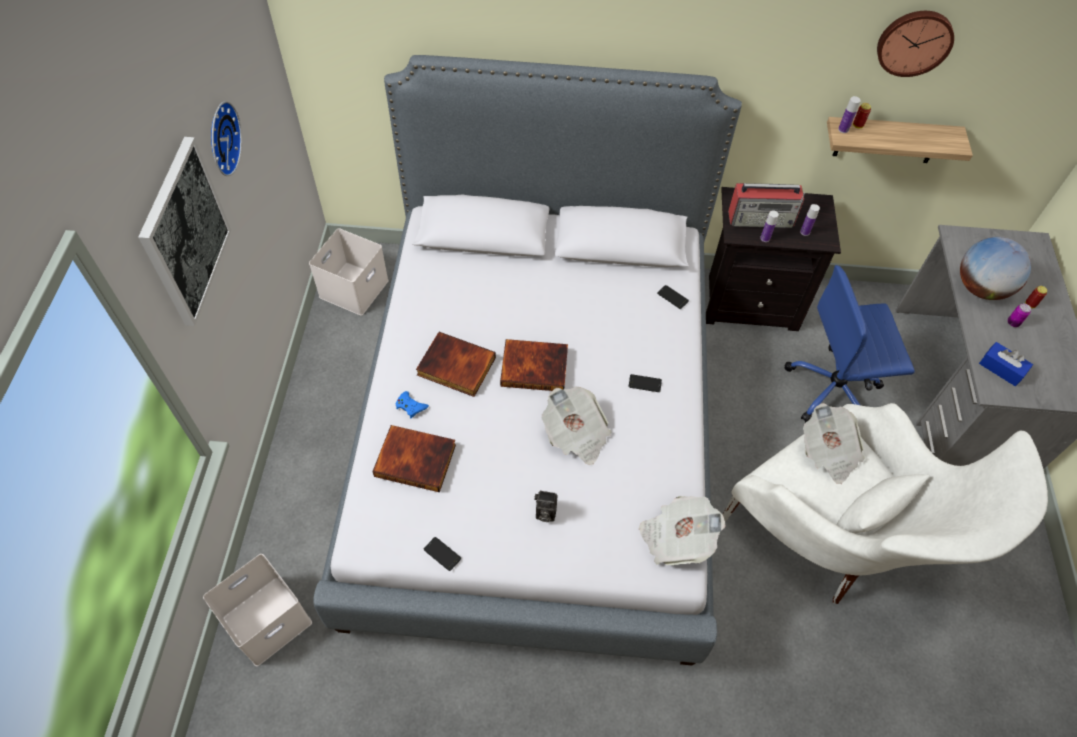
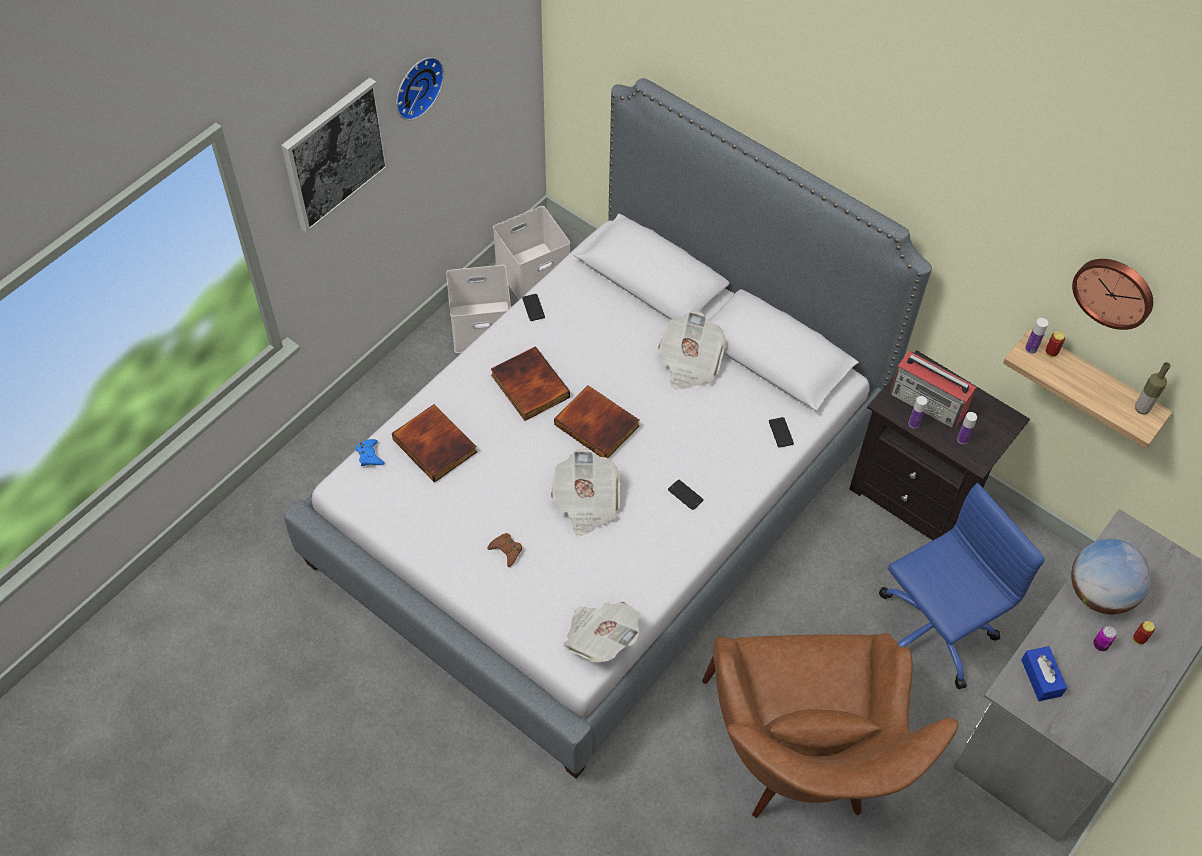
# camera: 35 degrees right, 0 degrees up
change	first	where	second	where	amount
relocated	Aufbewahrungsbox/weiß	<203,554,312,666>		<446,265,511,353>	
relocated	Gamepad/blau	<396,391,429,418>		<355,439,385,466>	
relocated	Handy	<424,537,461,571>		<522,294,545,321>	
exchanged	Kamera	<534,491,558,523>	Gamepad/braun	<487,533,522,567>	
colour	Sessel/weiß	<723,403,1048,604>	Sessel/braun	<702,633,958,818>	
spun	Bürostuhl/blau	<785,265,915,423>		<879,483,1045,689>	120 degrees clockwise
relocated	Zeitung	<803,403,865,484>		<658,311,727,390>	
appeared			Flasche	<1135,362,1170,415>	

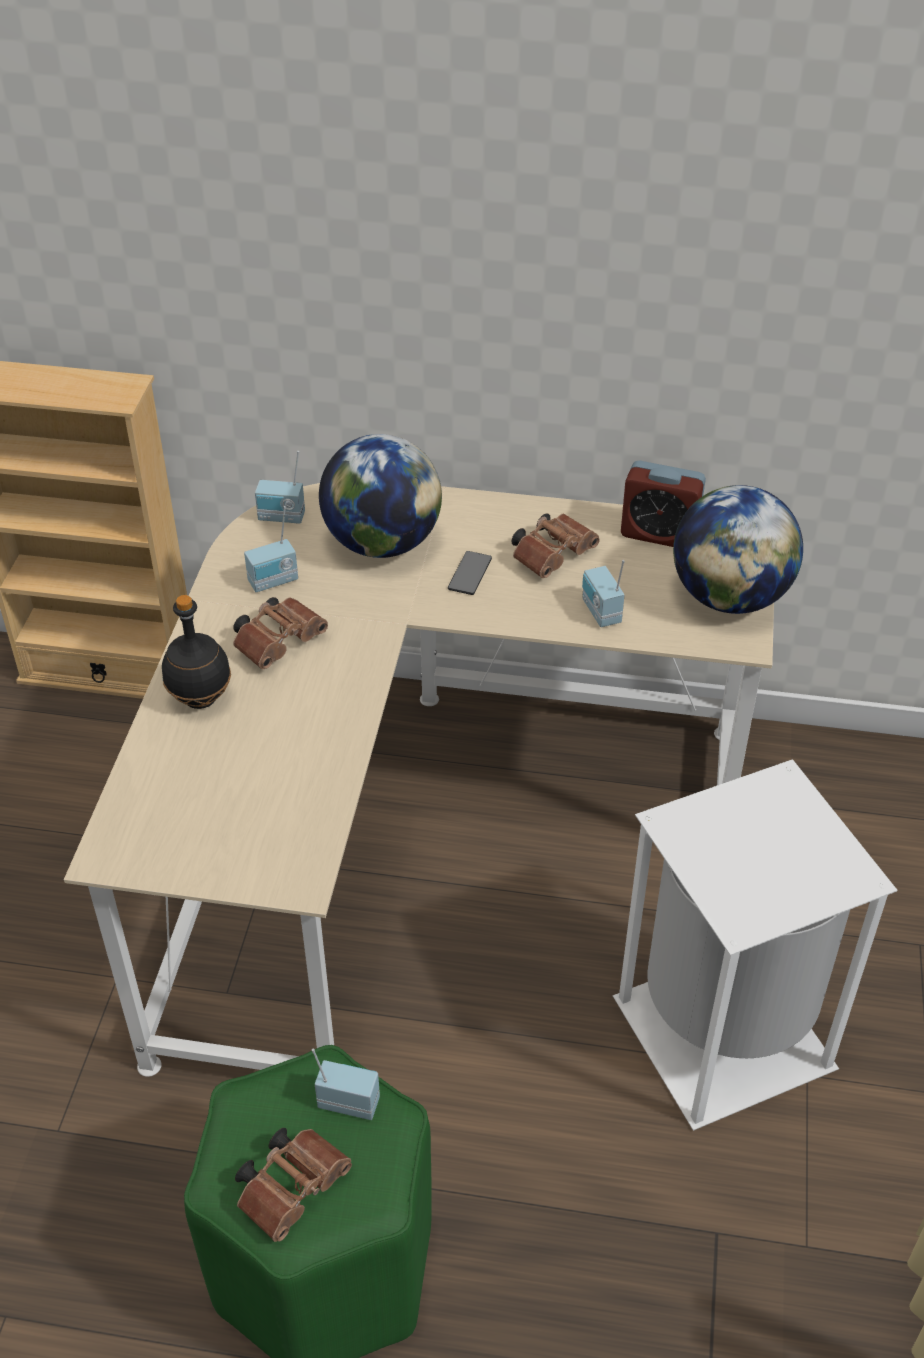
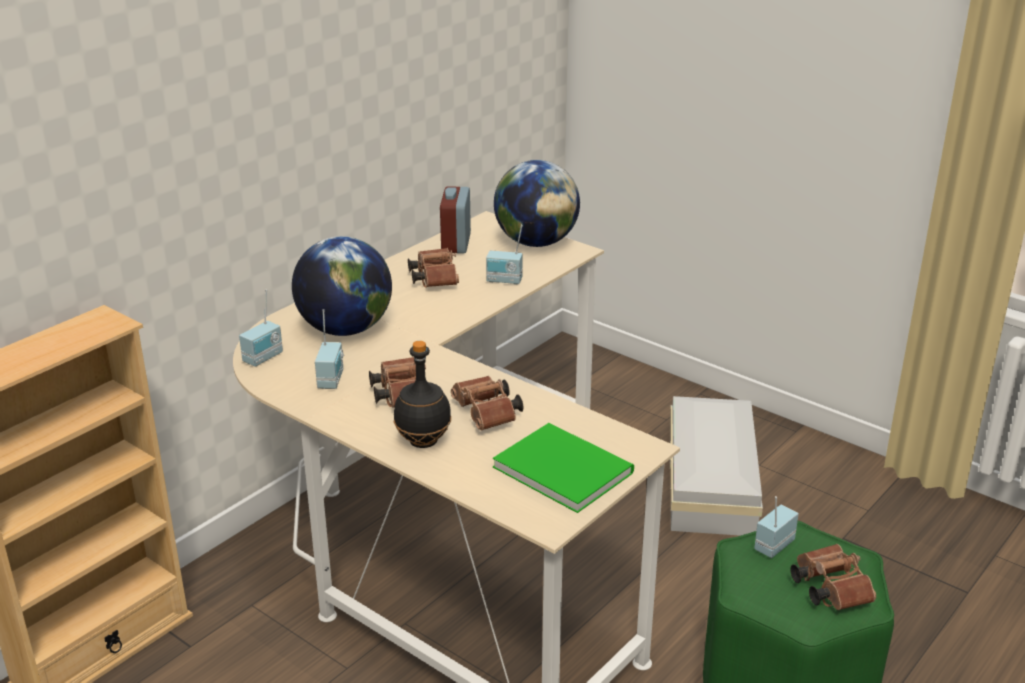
# camera: 60 degrees left, 15 degrees down
change	first	where	second	where	amount
missing	Handy	<448,551,492,595>			
exchanged	Mülleimer/weiß	<613,759,898,1131>	Aufbewahrungsbox/weiß	<670,396,763,536>	
spun	Wecker	<621,460,706,547>		<440,186,471,254>	135 degrees clockwise
appeared			Fernglas/braun	<451,376,524,431>	
appeared			Buch/grün	<493,423,634,513>	

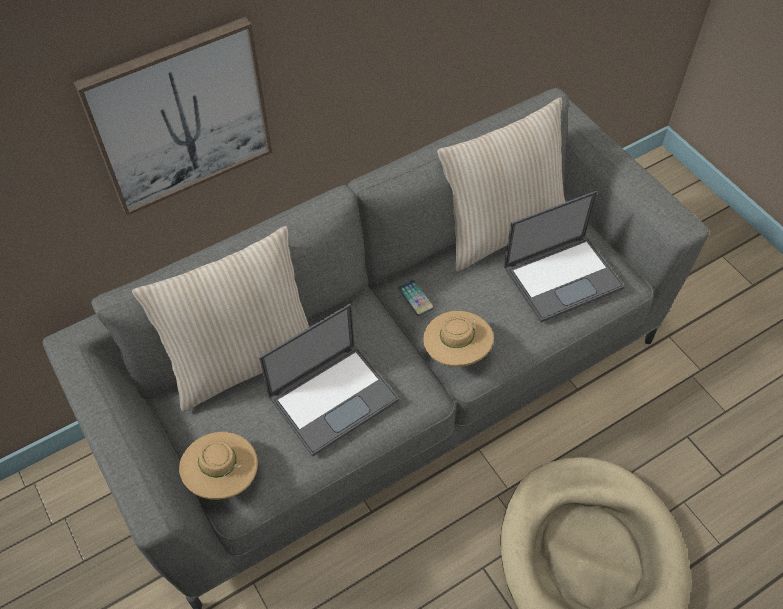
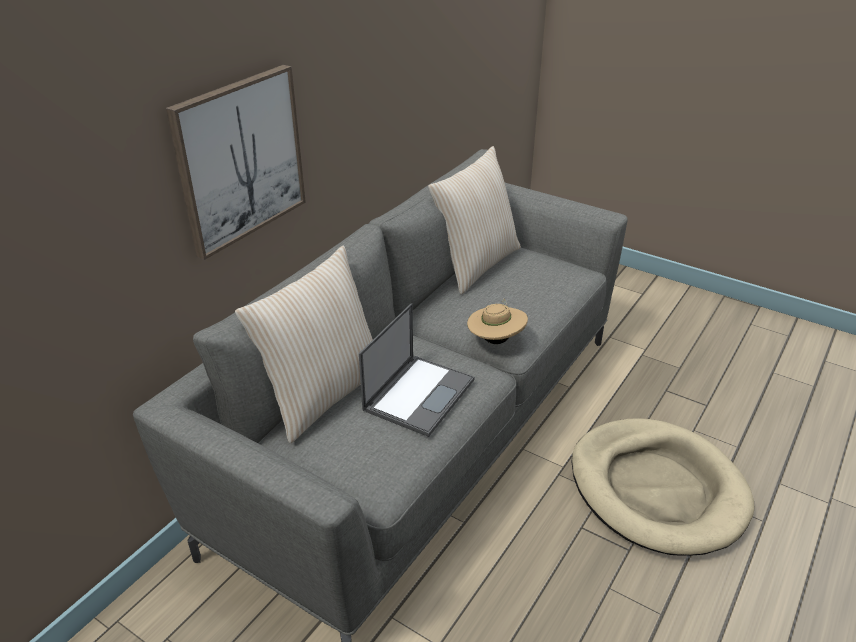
# camera: 25 degrees left, 20 degrees down
change	first	where	second	where	amount
missing	Hut/beige	<179,432,258,500>			
missing	Handy	<398,280,434,316>			
missing	Laptop	<504,191,625,323>			

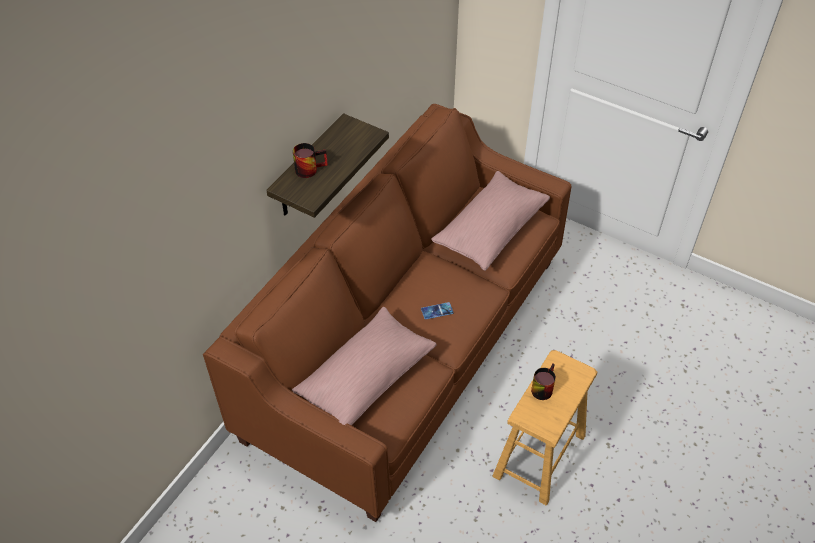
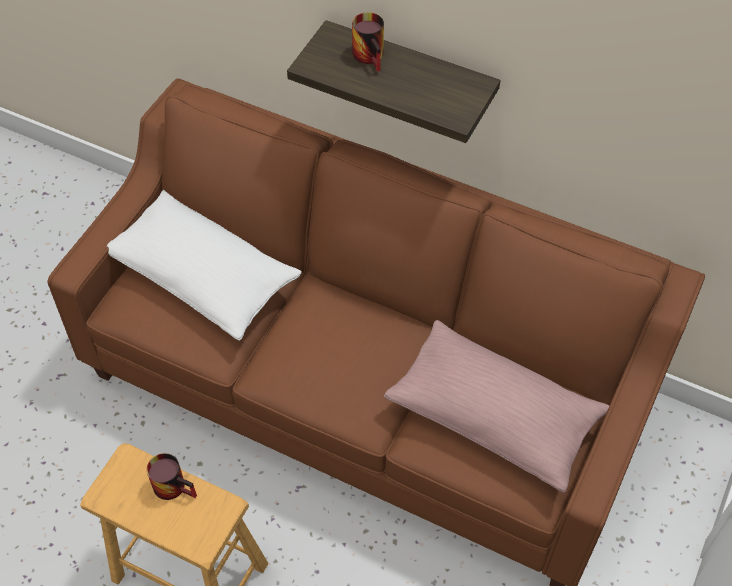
# camera: 85 degrees right, 5 degrees up
change	first	where	second	where	amount
colour	Kissen/rosa	<292,307,436,426>	Kissen/weiß	<107,190,302,341>	
missing	Handy	<421,302,454,319>			

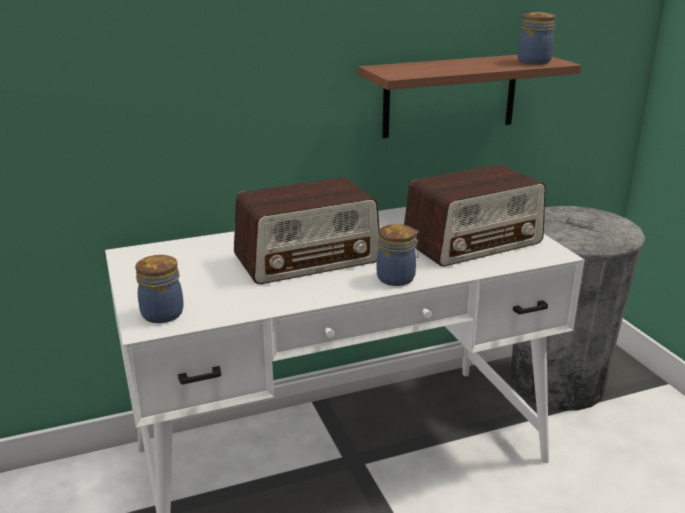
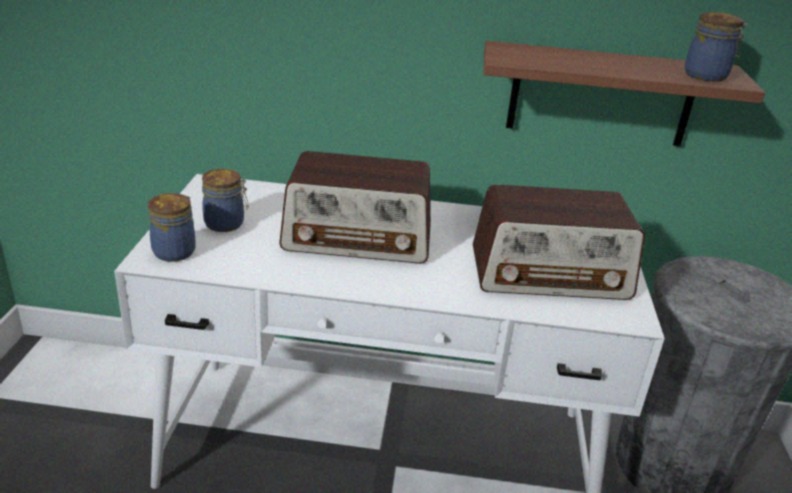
# camera: 25 degrees right, 5 degrees up
change	first	where	second	where	amount
relocated	Vorratsglas	<377,224,419,286>		<202,169,249,232>	

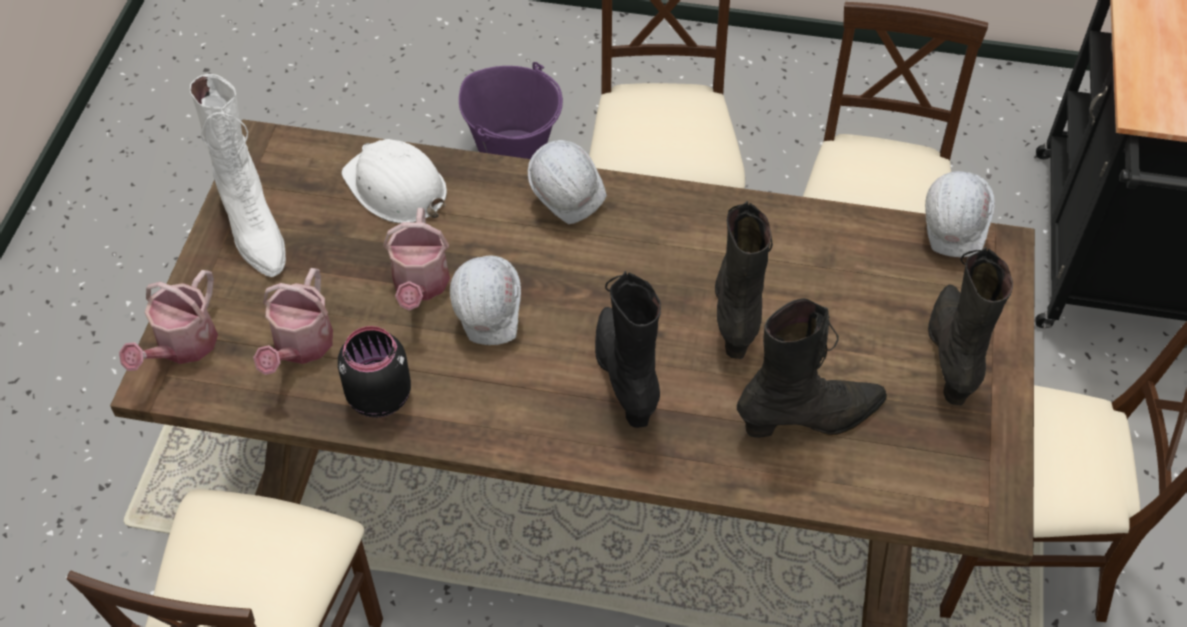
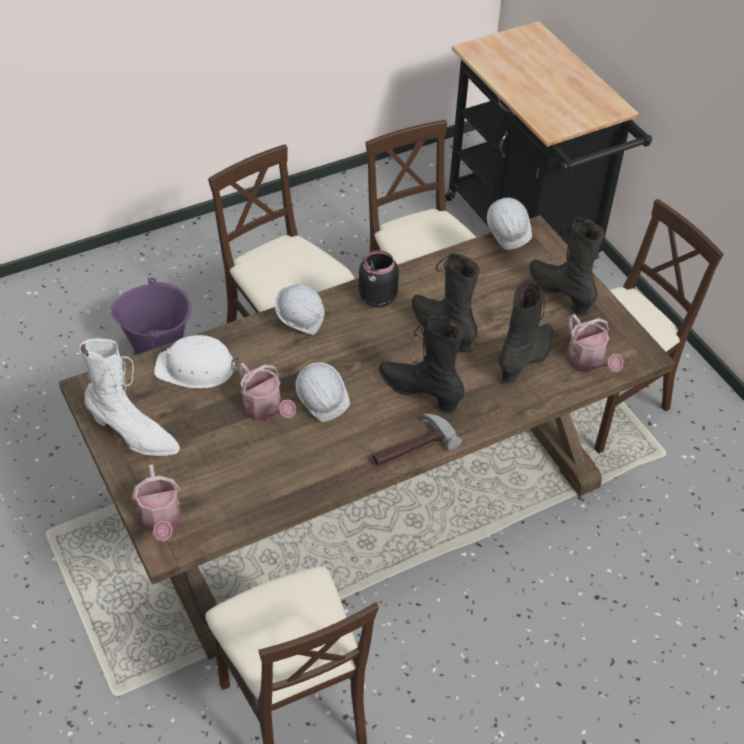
# camera: 40 degrees left, 5 degrees down
change	first	where	second	where	amount
relocated	Gießkanne	<253,268,333,375>		<566,314,624,373>	
relocated	Vorratsglas/schwarz	<338,326,411,418>		<359,250,399,308>	
appeared			Hammer	<373,414,462,465>	

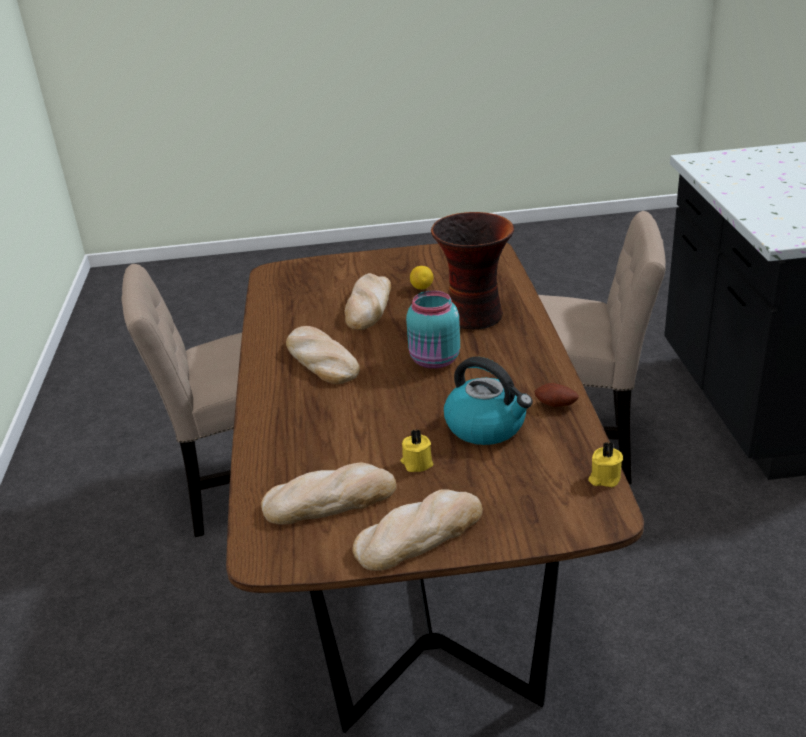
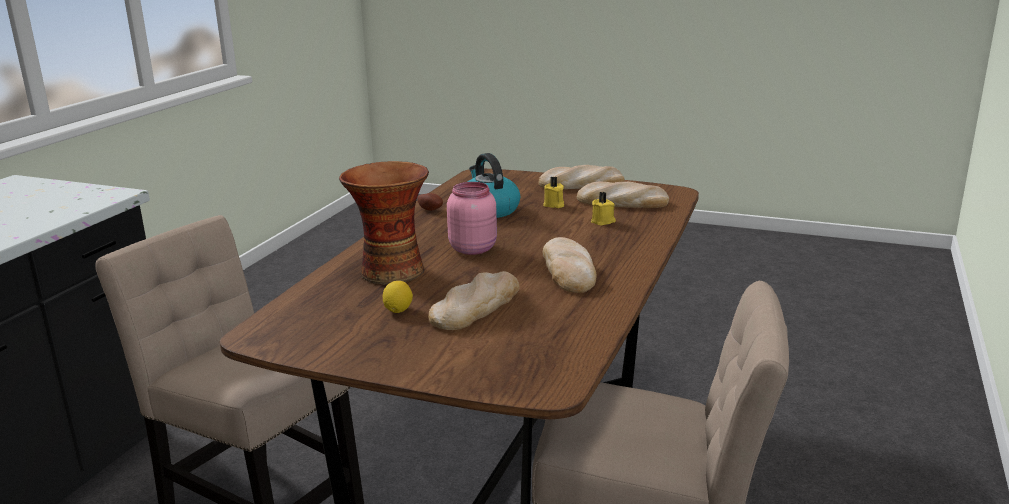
# camera: 155 degrees left, 10 degrees down
change	first	where	second	where	amount
colour	Vorratsglas/türkis	<406,290,460,369>	Vorratsglas/rosa	<447,182,497,255>	
relocated	Kerze/gelb	<588,441,623,487>		<591,192,616,226>	

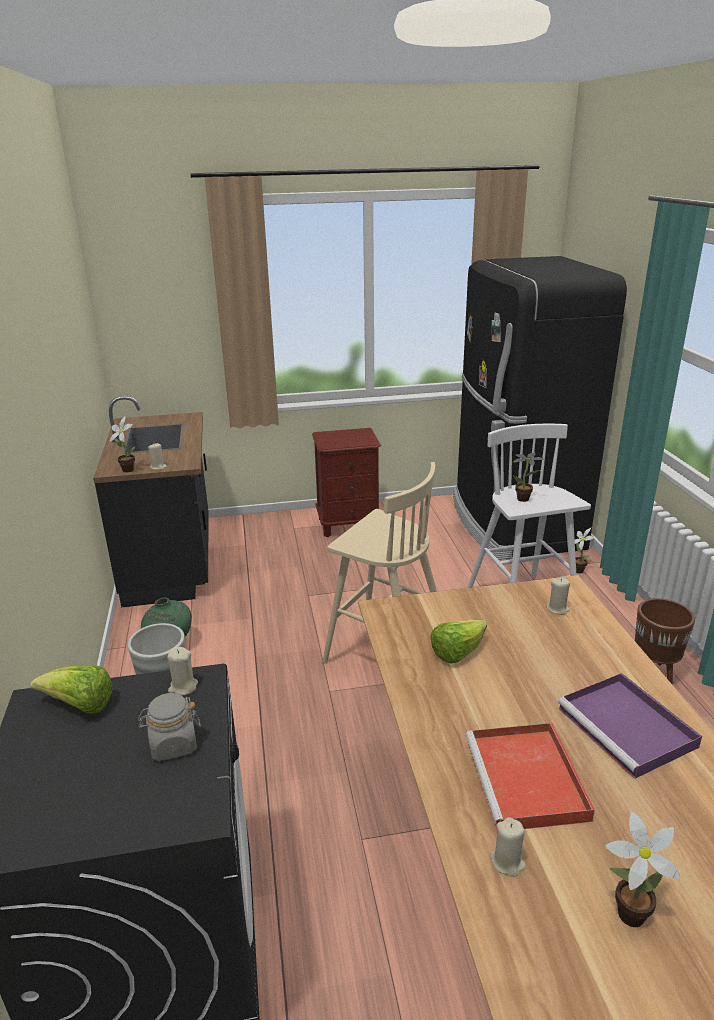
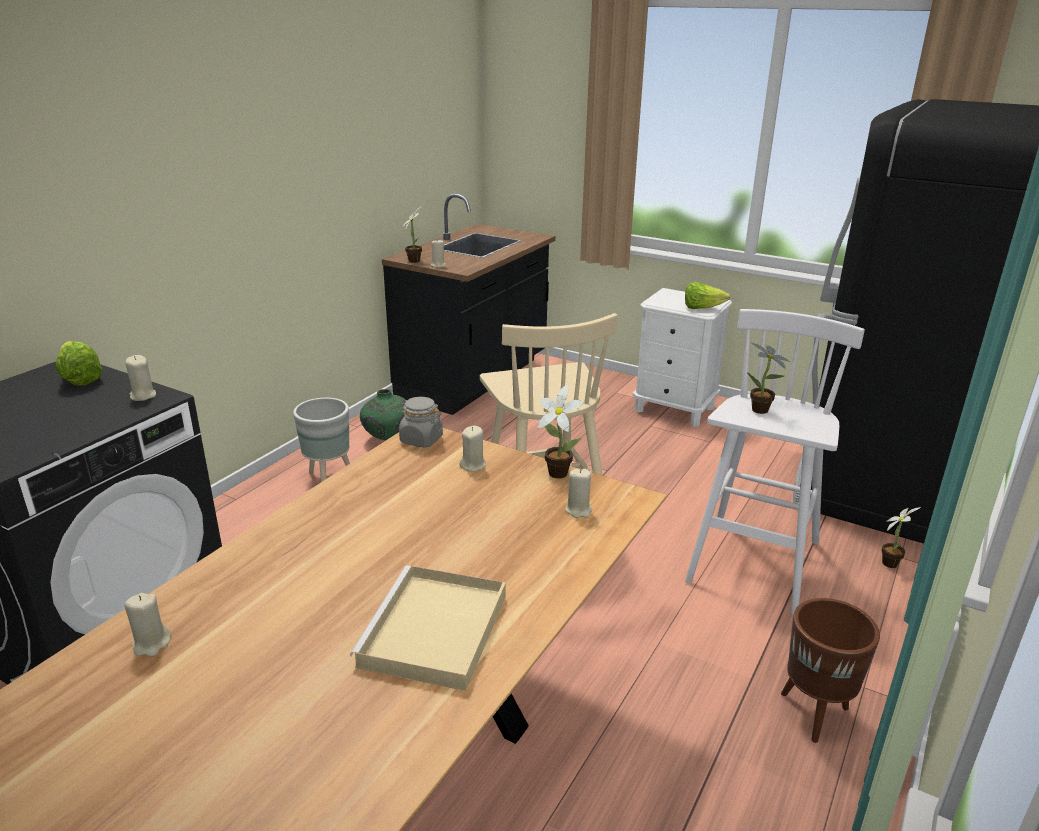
# camera: 40 degrees right, 0 degrees up
change	first	where	second	where	amount
relocated	Vorratsglas/grau	<138,693,201,761>		<398,397,443,447>	
colour	Nachttisch/braun	<312,428,381,537>	Nachttisch/weiß	<633,288,732,427>	
relocated	Salatkopf	<430,620,487,664>		<685,282,730,309>	
missing	Tablett/rot	<466,723,595,829>			
colour	Tablett/lila	<558,673,702,779>	Tablett/beige	<350,566,506,691>	
relocated	Topfpflanze	<605,812,680,927>		<537,385,584,479>	
appeared			Kerze/beige	<459,426,486,472>	

